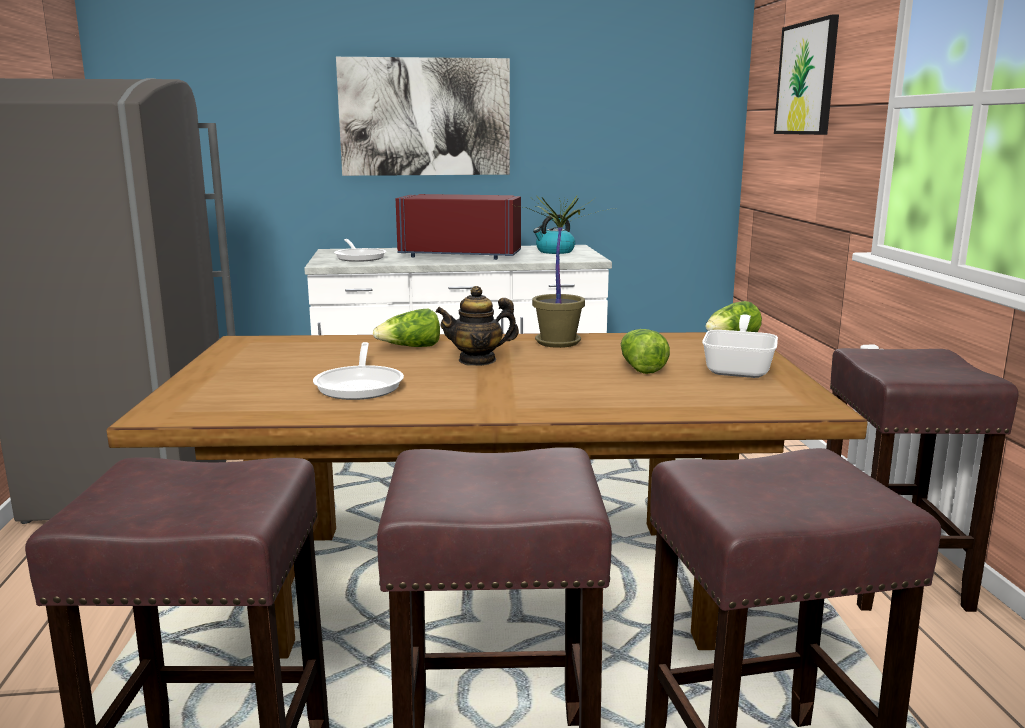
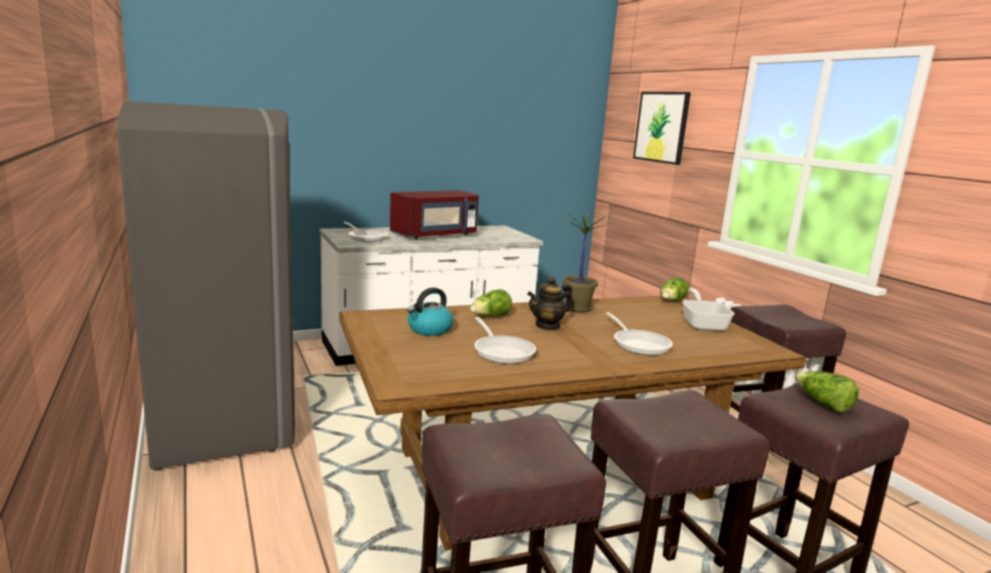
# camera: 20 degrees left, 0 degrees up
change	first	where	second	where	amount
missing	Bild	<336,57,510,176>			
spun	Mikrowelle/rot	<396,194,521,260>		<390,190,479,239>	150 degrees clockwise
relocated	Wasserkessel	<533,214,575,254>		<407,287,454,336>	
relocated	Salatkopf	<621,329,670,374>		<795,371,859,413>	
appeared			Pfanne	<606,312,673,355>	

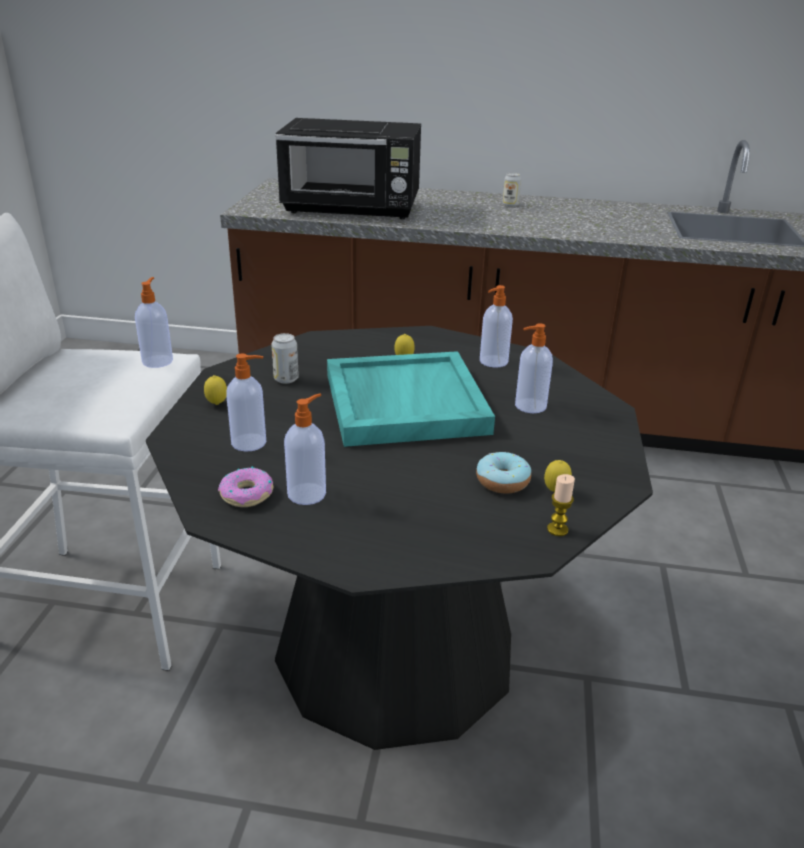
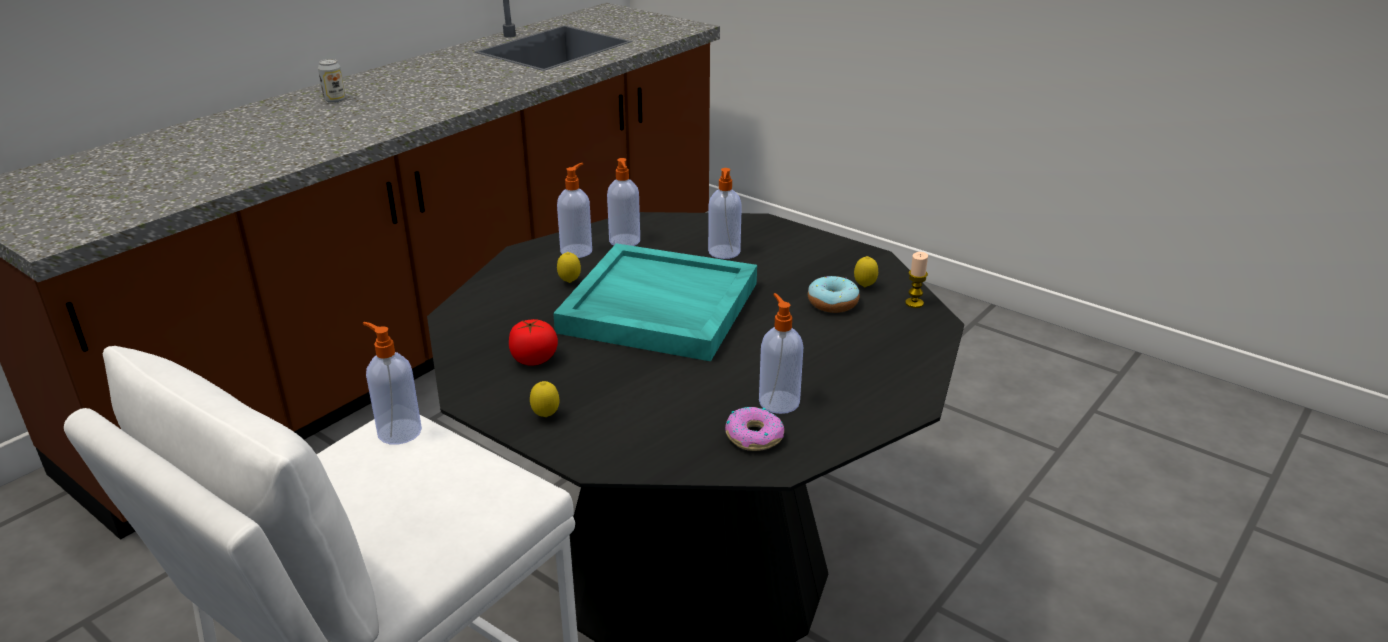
# camera: 60 degrees left, 0 degrees up
change	first	where	second	where	amount
relocated	Seifenspender	<226,354,266,452>		<557,163,592,258>	
exchanged	Dose	<271,333,299,384>	Tomate	<509,319,558,366>	
missing	Mikrowelle/schwarz	<275,118,421,219>			

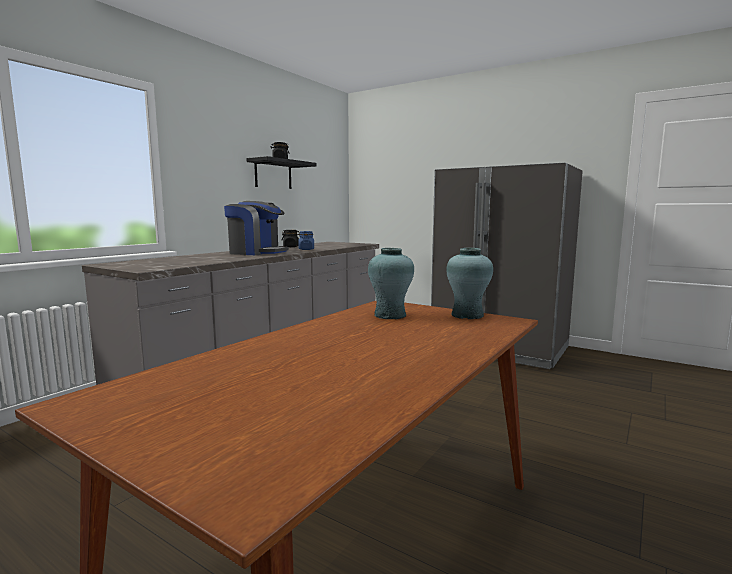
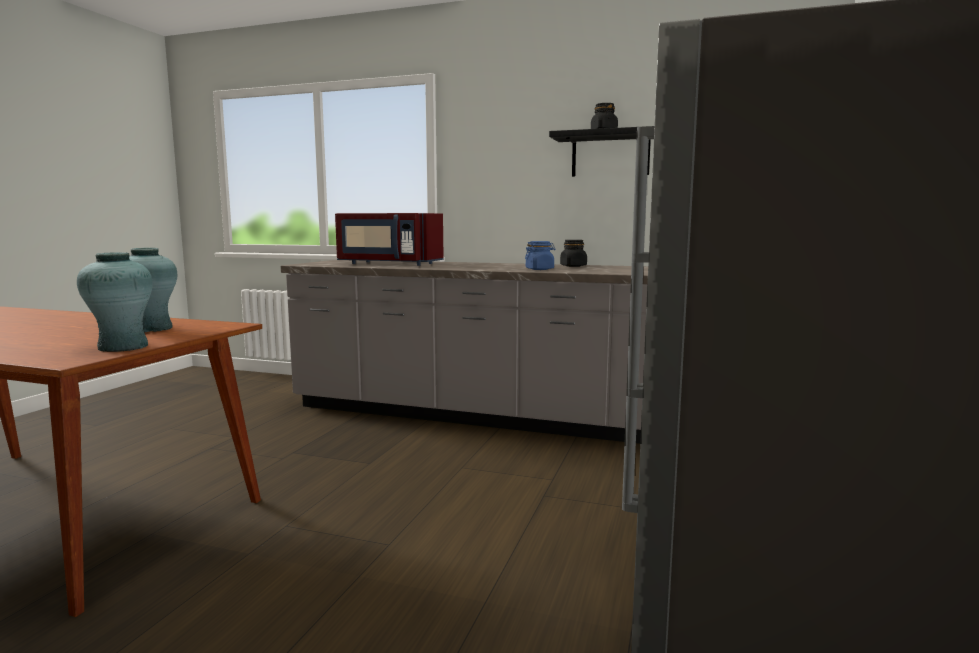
# camera: 75 degrees right, 0 degrees up
change	first	where	second	where	amount
missing	Kaffeemaschine	<224,201,289,255>			
appeared			Mikrowelle/rot	<335,213,444,266>	

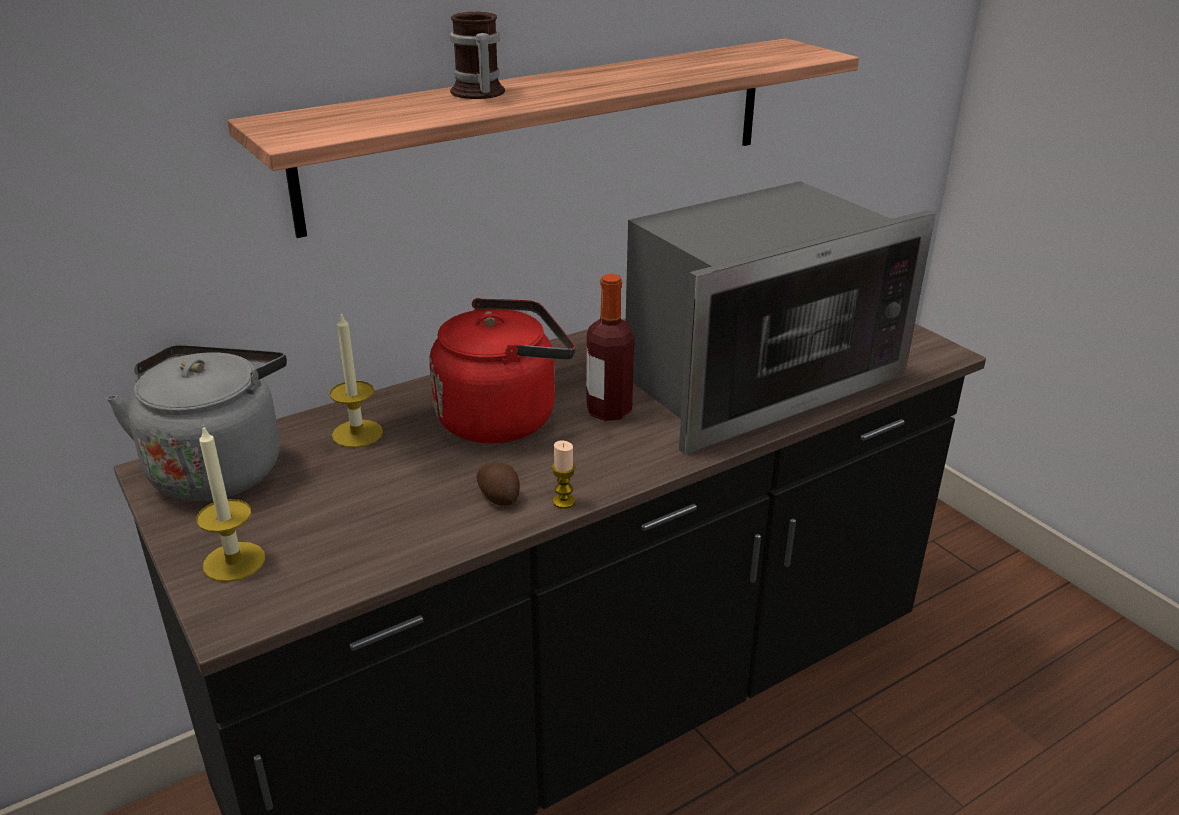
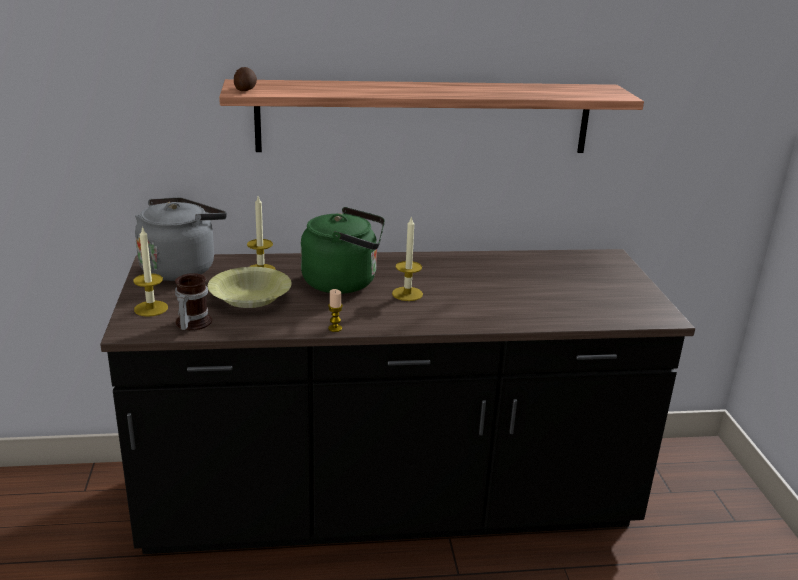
# camera: 25 degrees right, 5 degrees down
change	first	where	second	where	amount
colour	Wasserkessel/rot	<429,298,575,443>	Wasserkessel/grün	<301,207,385,294>	
relocated	Henkelbecher	<450,12,505,99>		<175,273,212,331>	
relocated	Kartoffel	<476,462,520,506>		<234,67,257,91>	
exchanged	Flasche	<586,274,634,421>	Kerze	<392,216,423,301>	
missing	Mikrowelle	<626,181,936,455>			
appeared			Schüssel/gelb	<208,267,292,308>	

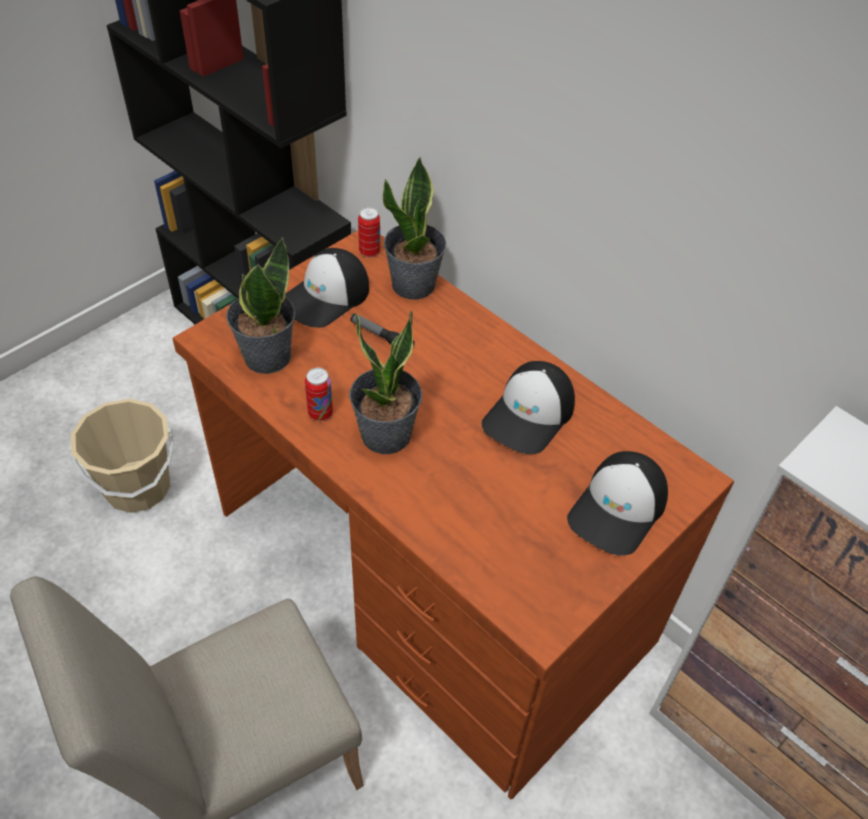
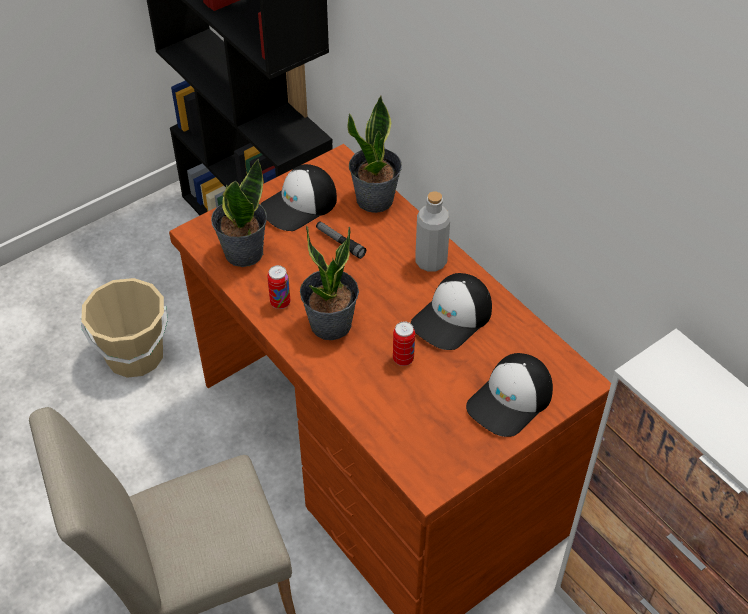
# camera: 10 degrees right, 0 degrees up
change	first	where	second	where	amount
relocated	Dose	<358,207,380,257>		<393,321,415,366>	
appeared			Flasche/grau	<415,191,450,272>	

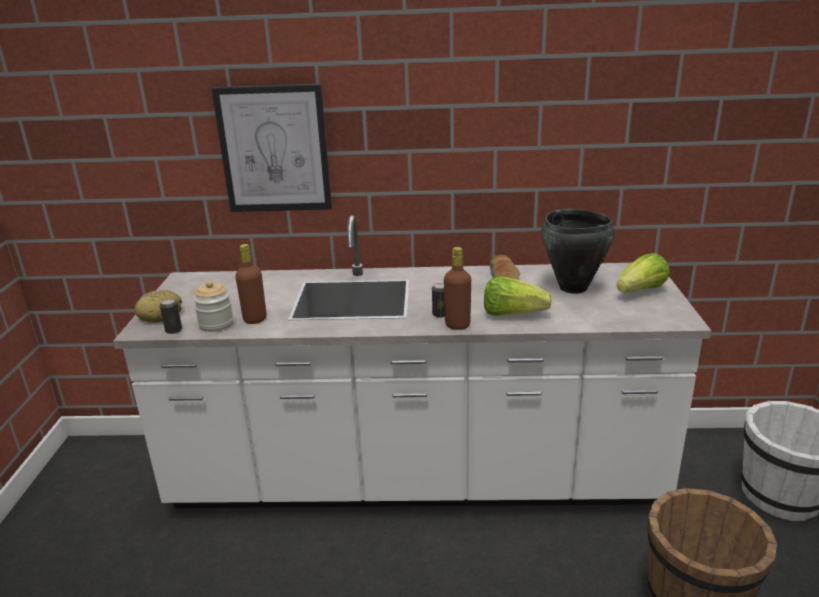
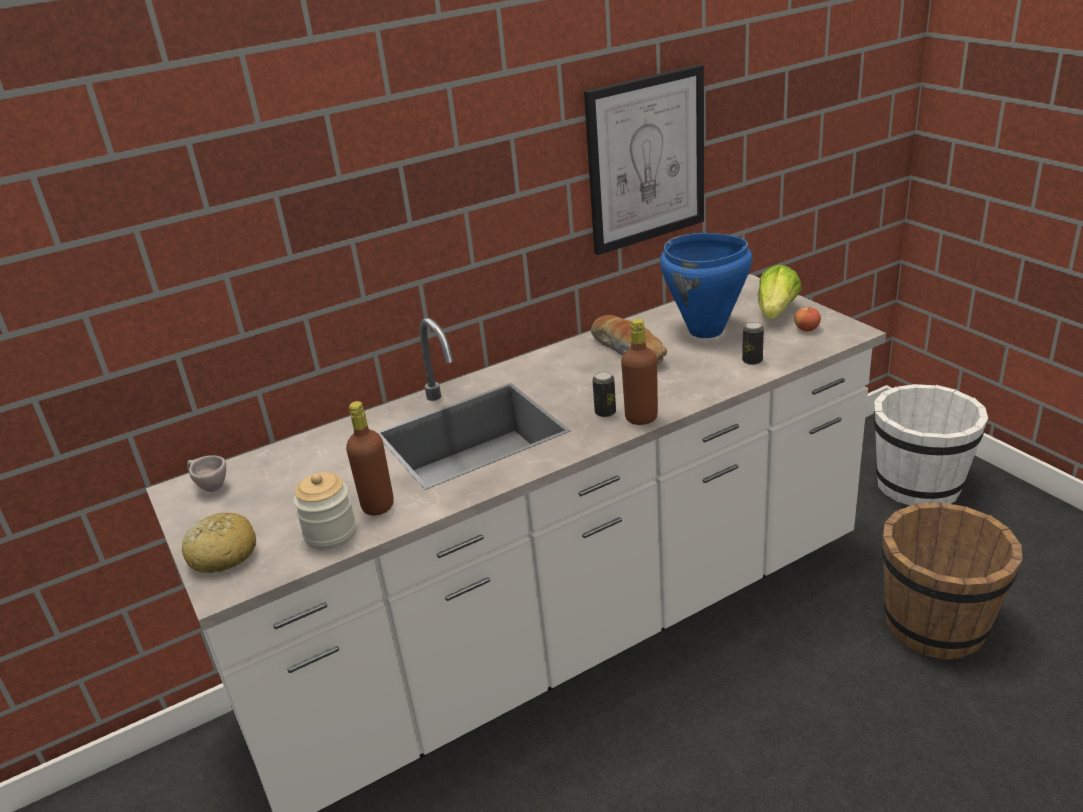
# camera: 30 degrees left, 5 degrees up
change	first	where	second	where	amount
relocated	Dose	<160,299,182,334>		<742,322,764,365>	
relocated	Bild	<212,84,332,212>		<584,64,704,255>	
missing	Salatkopf	<484,276,552,316>			
colour	Kochtopf/schwarz	<541,209,615,294>	Kochtopf/blau	<660,233,752,338>	
appeared			Tasse/beige	<187,455,226,492>	
appeared			Apfel	<794,307,821,331>	

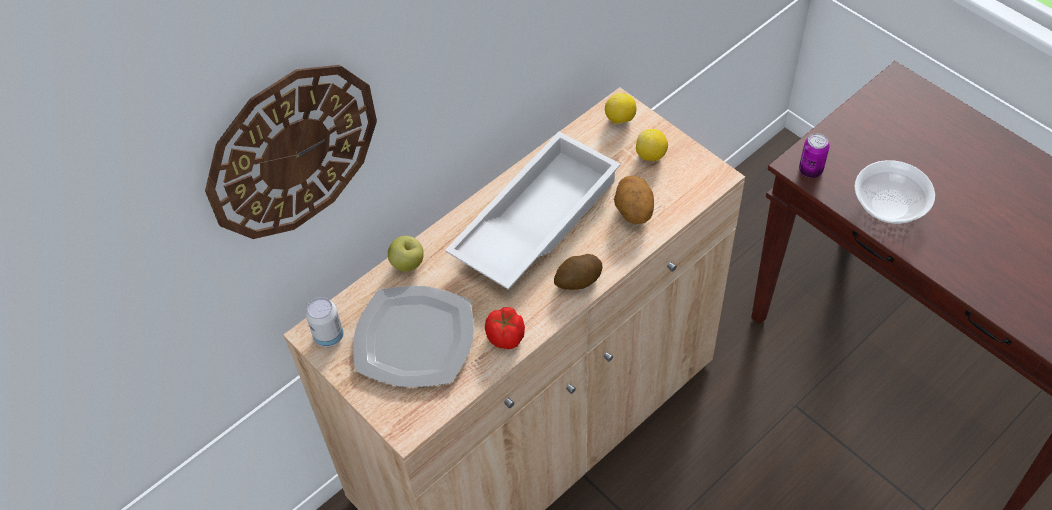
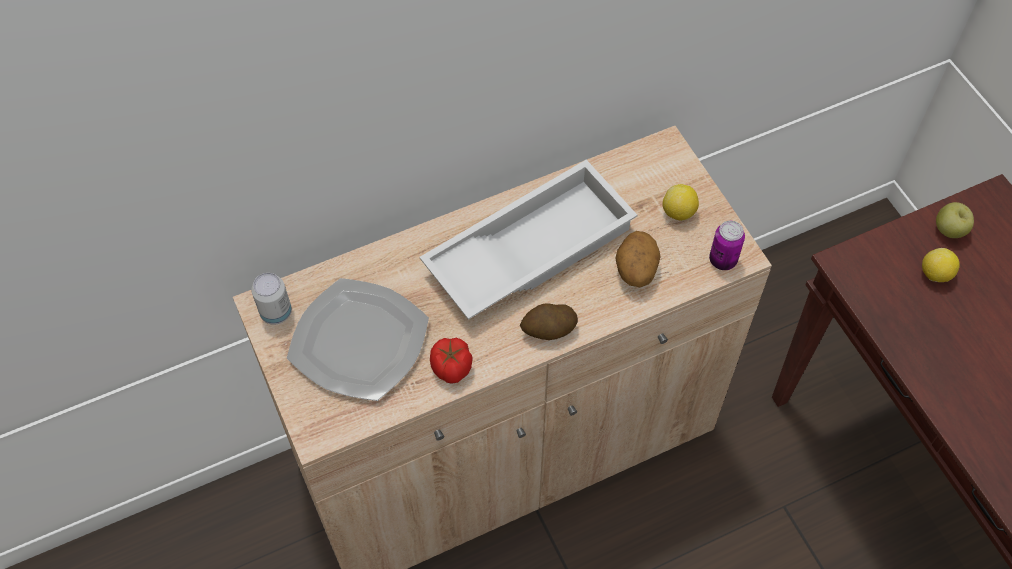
# camera: 15 degrees right, 5 degrees up
change	first	where	second	where	amount
missing	Wanduhr	<205,65,377,239>			
relocated	Apfel	<388,236,424,272>		<936,202,974,238>	
relocated	Zitrone	<605,93,636,124>		<922,248,960,282>	
relocated	Dose	<799,133,830,178>		<709,221,745,270>	
missing	Schüssel	<855,160,935,224>			

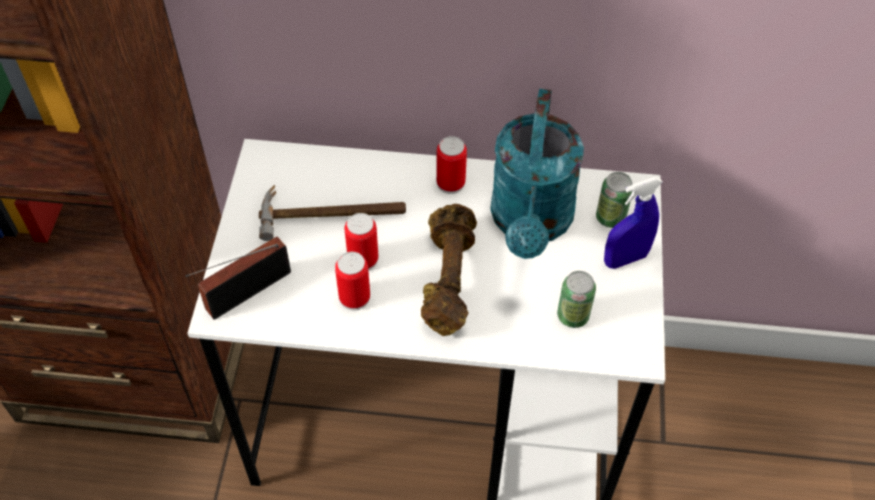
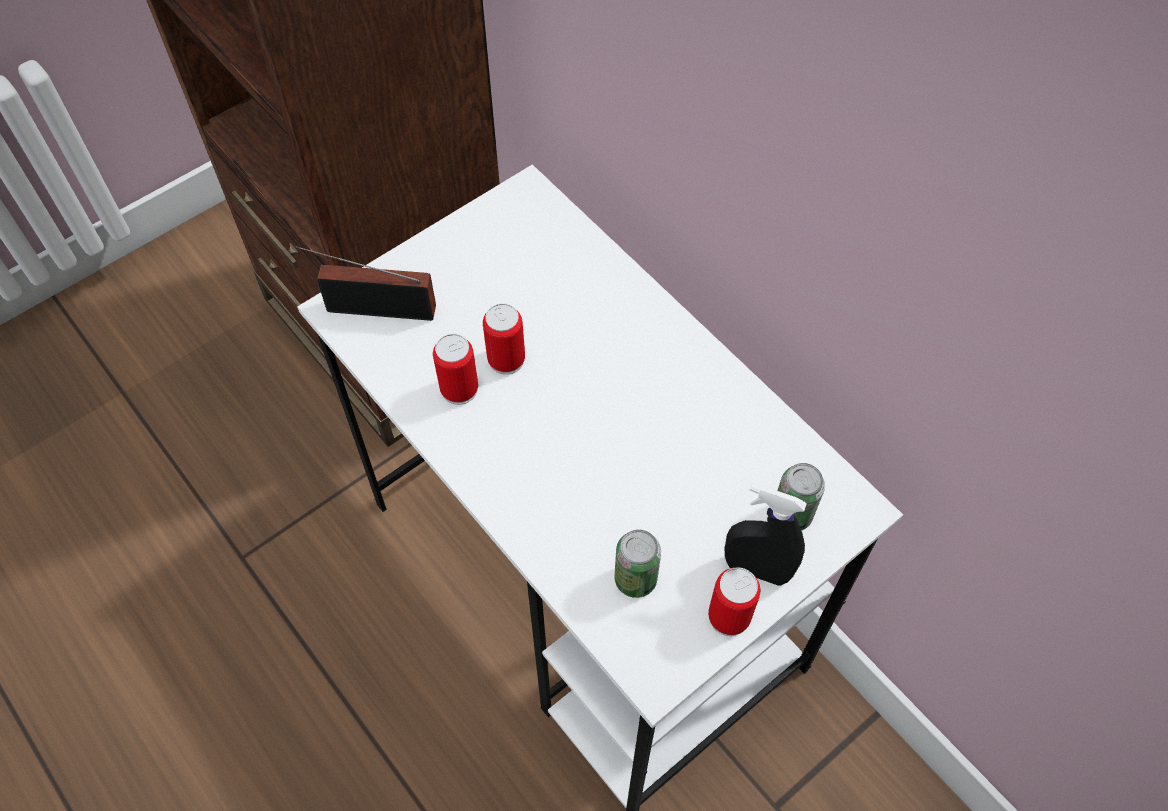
# camera: 45 degrees right, 5 degrees up
change	first	where	second	where	amount
missing	Hammer	<259,185,406,241>			
missing	Hantel/braun	<421,204,477,336>			
relocated	Dose	<436,136,467,194>		<708,567,760,636>	
missing	Gießkanne/türkis	<490,88,584,259>			
colour	Sprühflasche/blau	<604,177,663,269>	Sprühflasche/schwarz	<724,483,807,586>	

